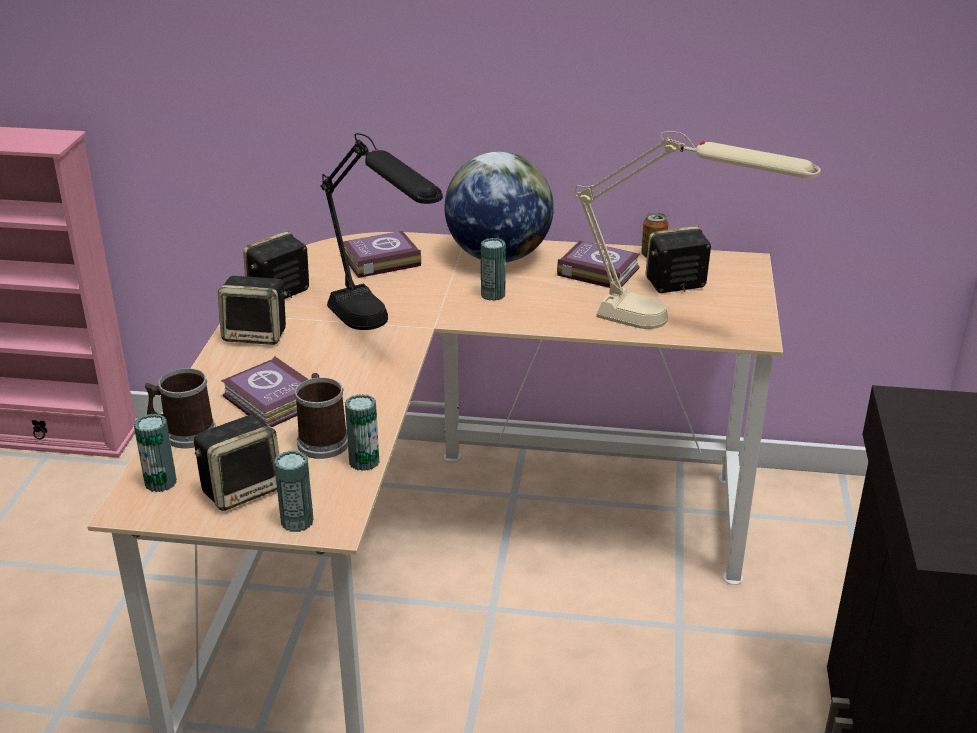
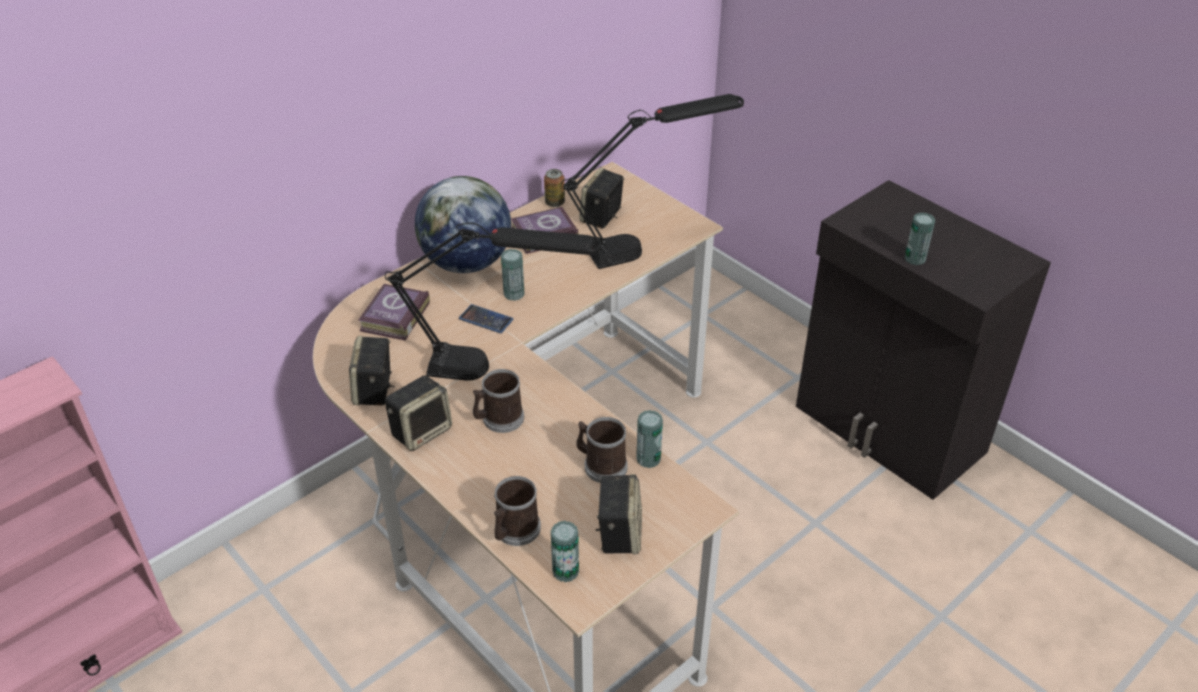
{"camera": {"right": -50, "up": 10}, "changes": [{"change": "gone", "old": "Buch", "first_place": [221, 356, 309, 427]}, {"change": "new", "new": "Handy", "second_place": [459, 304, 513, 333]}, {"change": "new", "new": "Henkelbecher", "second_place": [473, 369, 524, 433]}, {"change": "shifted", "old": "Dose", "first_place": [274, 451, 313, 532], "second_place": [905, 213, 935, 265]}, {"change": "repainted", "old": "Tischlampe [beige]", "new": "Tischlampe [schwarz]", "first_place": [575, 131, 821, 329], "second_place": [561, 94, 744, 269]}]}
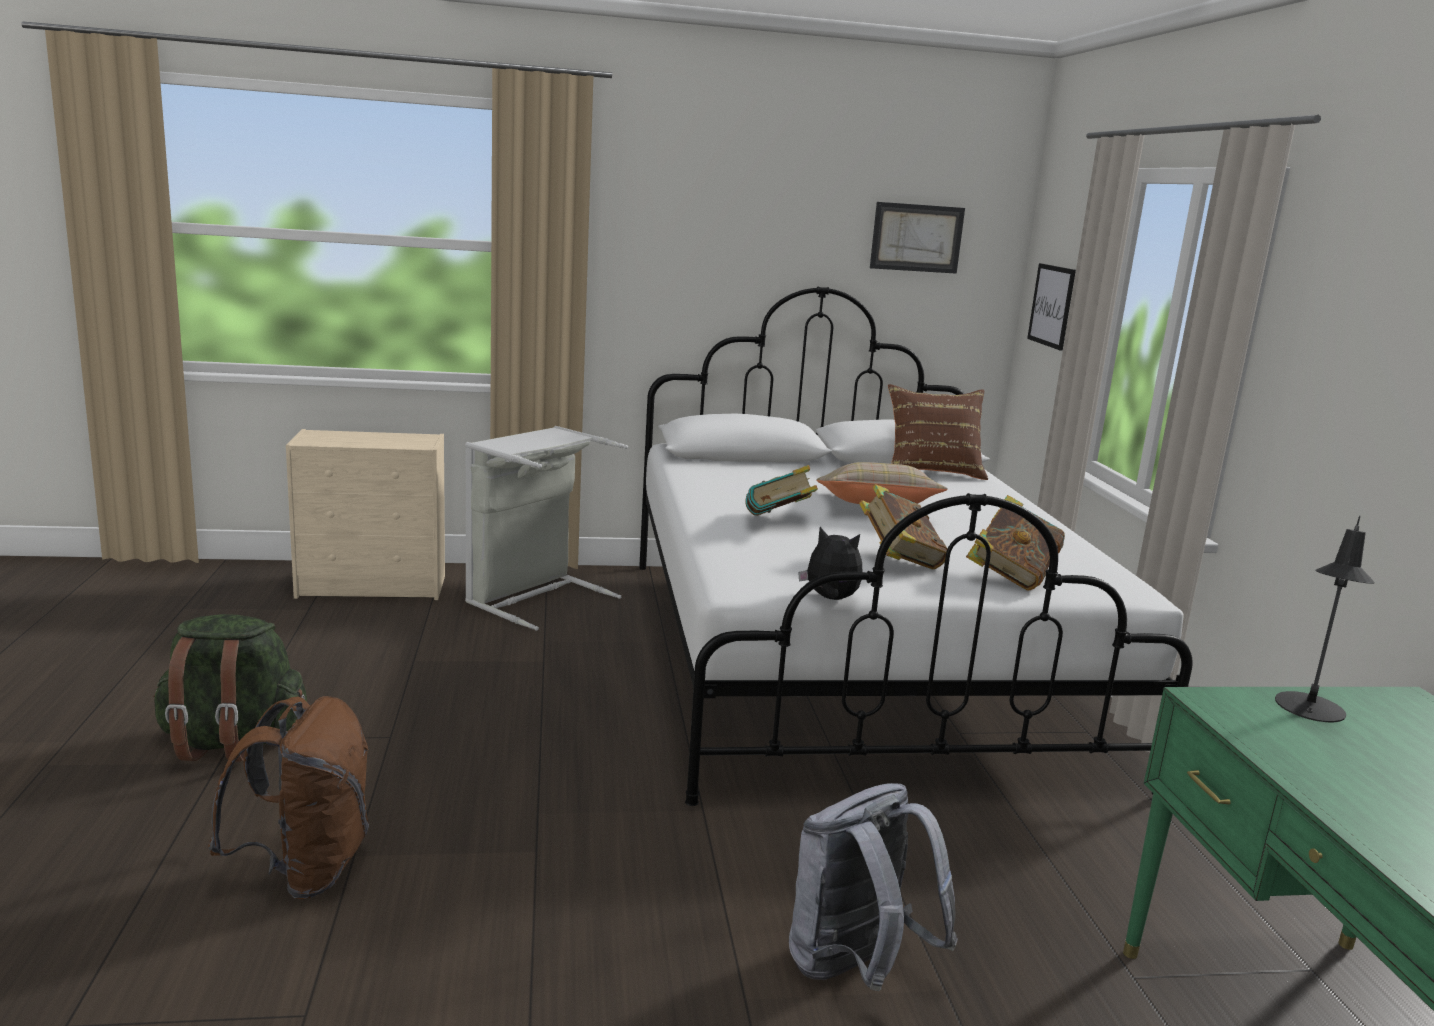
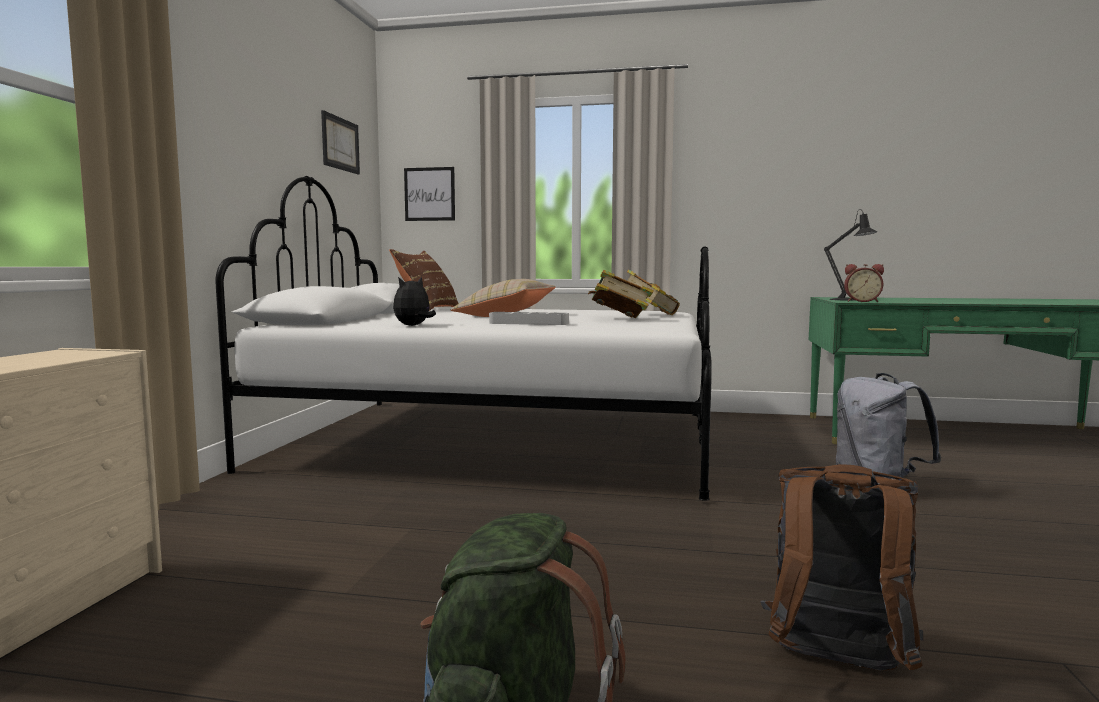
{"camera": {"right": -70, "up": -10}, "changes": [{"change": "gone", "old": "Wäschekorb [grau]", "first_place": [465, 426, 628, 631]}, {"change": "new", "new": "Wecker", "second_place": [844, 264, 884, 302]}, {"change": "shifted", "old": "Plüschtier", "first_place": [798, 527, 863, 600], "second_place": [393, 277, 436, 326]}, {"change": "swapped", "old": "Buch", "new": "Tablett [grau]", "first_place": [745, 465, 818, 515], "second_place": [489, 312, 569, 325]}]}
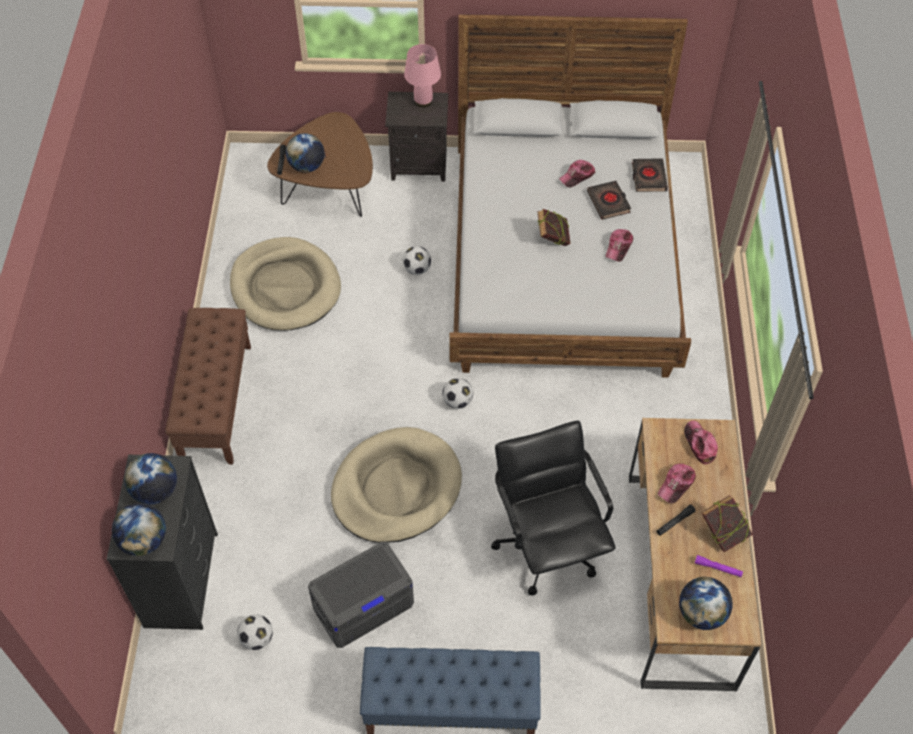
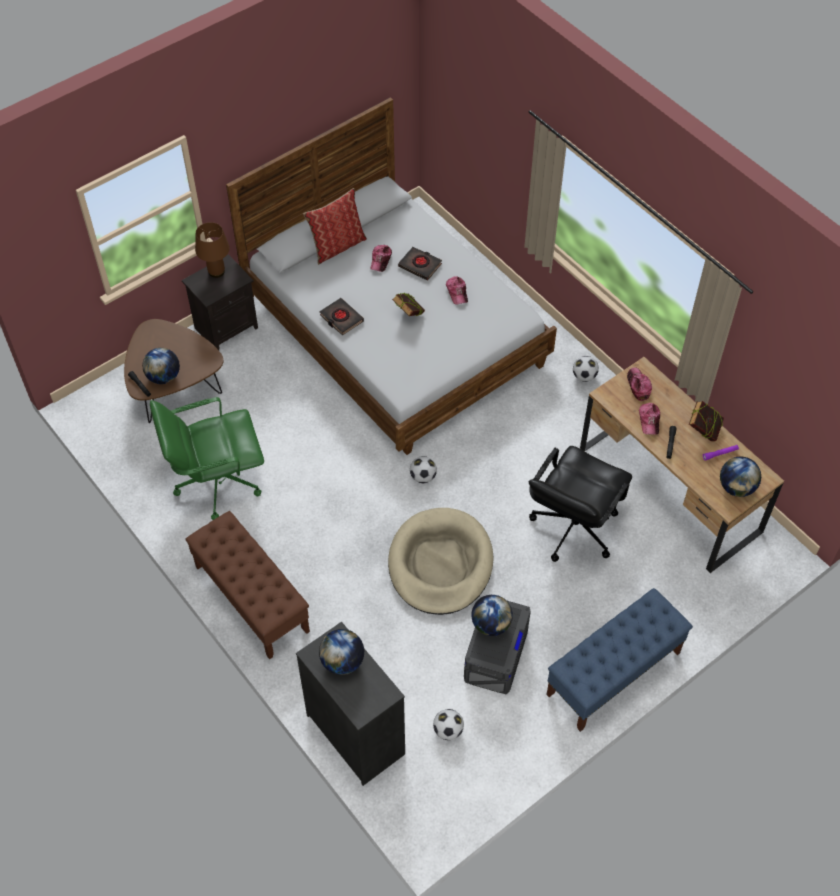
{"camera": {"right": -40, "up": 0}, "changes": [{"change": "new", "new": "Kissen", "second_place": [303, 188, 367, 265]}, {"change": "shifted", "old": "Globus", "first_place": [112, 503, 166, 556], "second_place": [471, 595, 513, 636]}, {"change": "shifted", "old": "Fußball", "first_place": [402, 246, 431, 275], "second_place": [573, 356, 599, 382]}, {"change": "shifted", "old": "Buch [schwarz]", "first_place": [632, 158, 668, 192], "second_place": [320, 298, 364, 336]}, {"change": "swapped", "old": "Hundebett [beige]", "new": "Bürostuhl [grün]", "first_place": [230, 237, 341, 331], "second_place": [150, 397, 264, 520]}, {"change": "repainted", "old": "Tischlampe [rosa]", "new": "Tischlampe [braun]", "first_place": [404, 44, 441, 107], "second_place": [195, 222, 230, 278]}, {"change": "rotated", "old": "Bürostuhl [schwarz]", "first_place": [491, 421, 615, 595], "second_place": [529, 446, 632, 562], "degrees": -90}, {"change": "rotated", "old": "Kappe", "first_place": [684, 420, 718, 464], "second_place": [627, 368, 652, 401], "degrees": 45}]}
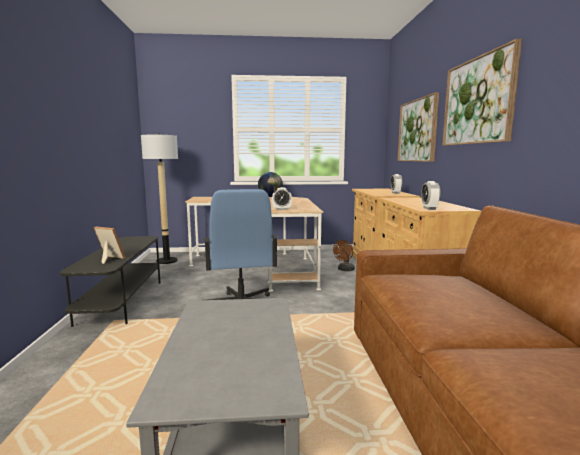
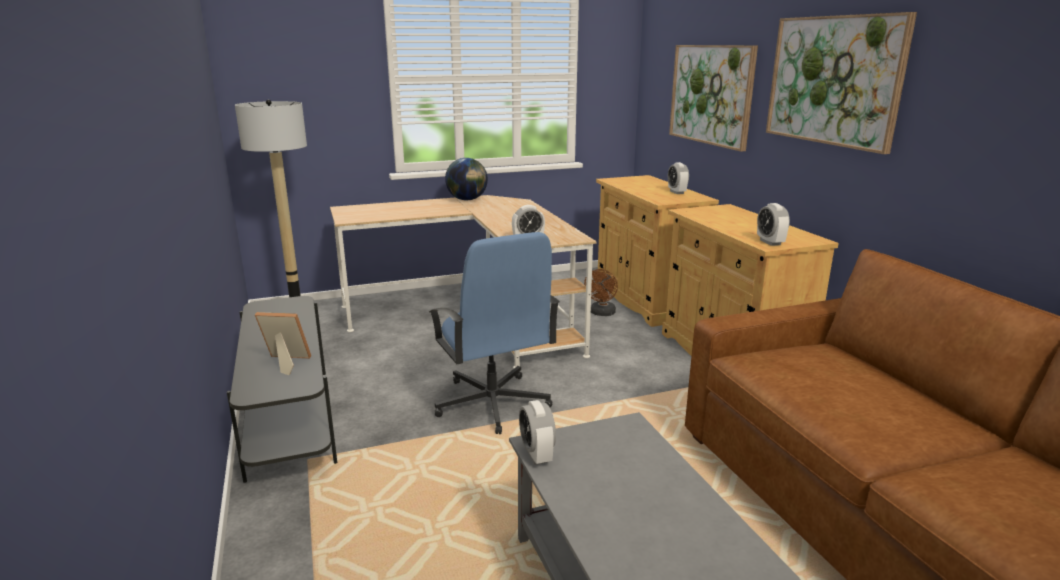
{"camera": {"right": -15, "up": 10}, "changes": [{"change": "new", "new": "Wecker", "second_place": [519, 400, 556, 465]}]}
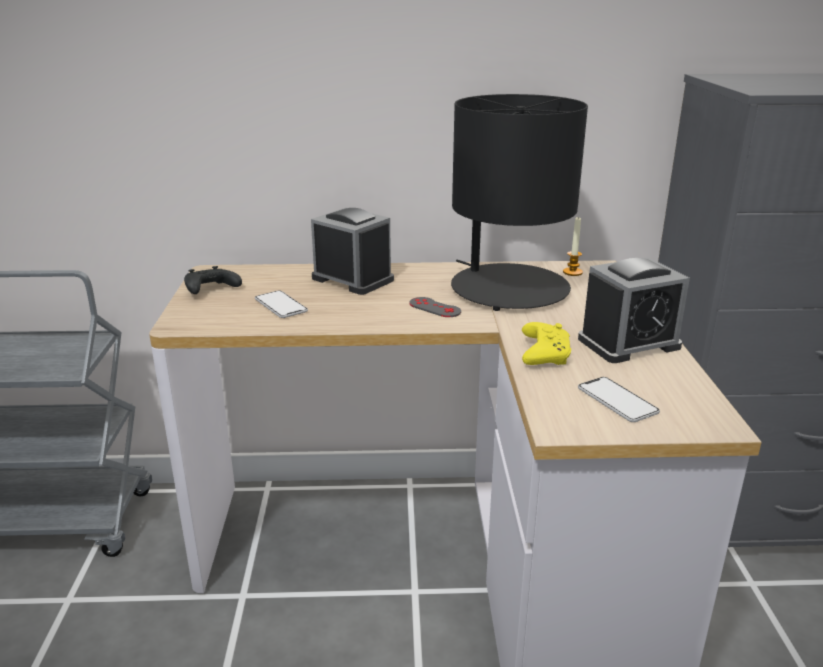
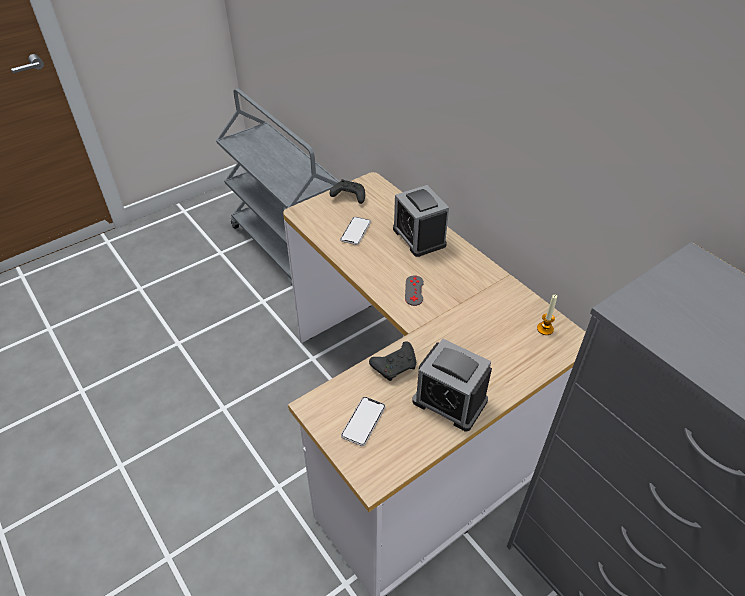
{"camera": {"right": 55, "up": 20}, "changes": [{"change": "gone", "old": "Tischlampe [schwarz]", "first_place": [451, 94, 588, 311]}, {"change": "repainted", "old": "Gamepad [gelb]", "new": "Gamepad [schwarz]", "first_place": [522, 322, 571, 365], "second_place": [369, 341, 416, 381]}, {"change": "rotated", "old": "Wecker", "first_place": [311, 208, 394, 295], "second_place": [393, 185, 449, 257], "degrees": 150}]}
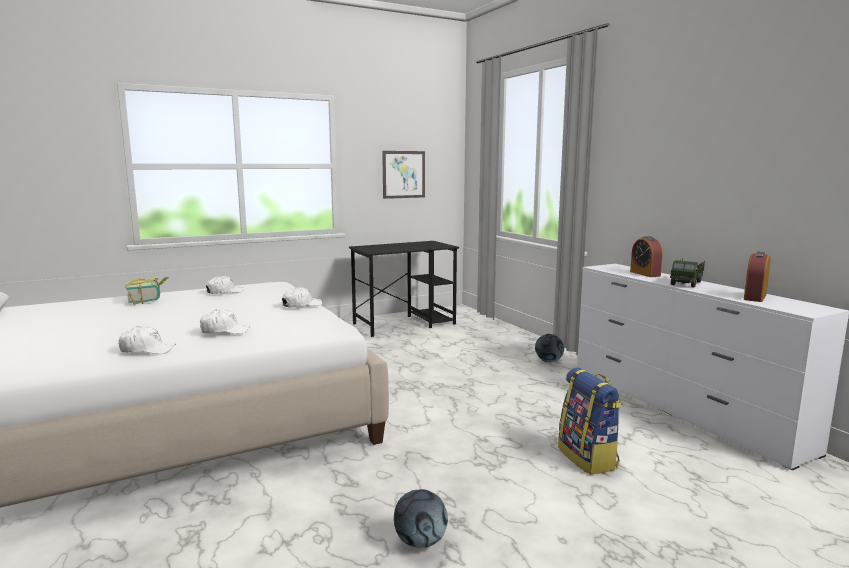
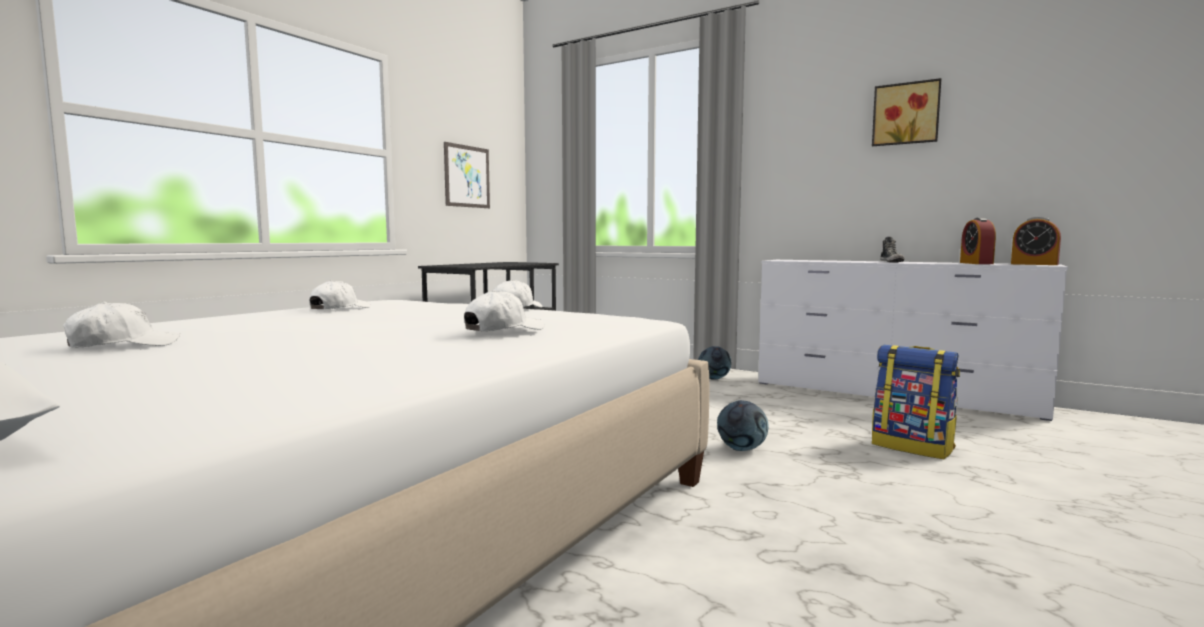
{"camera": {"right": -30, "up": -5}, "changes": [{"change": "gone", "old": "Buch", "first_place": [125, 277, 169, 304]}, {"change": "new", "new": "Bild", "second_place": [872, 78, 942, 146]}, {"change": "shifted", "old": "Kappe [weiß]", "first_place": [118, 325, 176, 354], "second_place": [63, 301, 180, 348]}, {"change": "shifted", "old": "Fußball", "first_place": [394, 489, 448, 548], "second_place": [717, 400, 769, 451]}, {"change": "shifted", "old": "Wecker", "first_place": [630, 236, 663, 277], "second_place": [1011, 217, 1061, 265]}, {"change": "swapped", "old": "Spielzeuglaster", "new": "Schuh", "first_place": [670, 259, 705, 287], "second_place": [880, 237, 904, 262]}]}
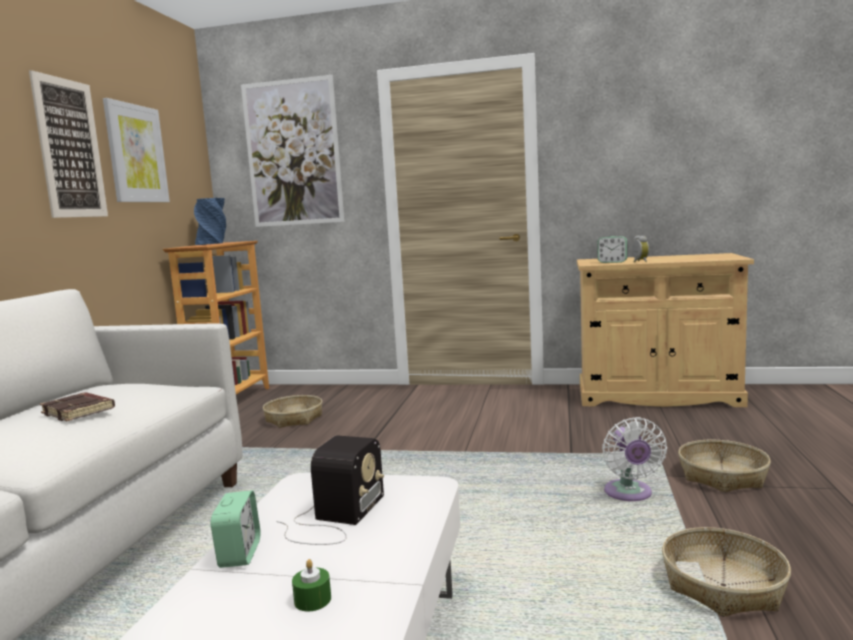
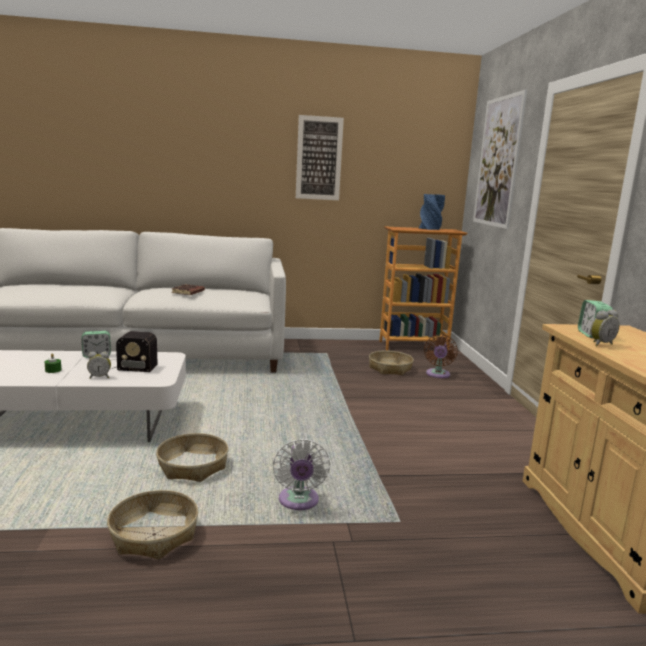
{"camera": {"right": 70, "up": 5}, "changes": [{"change": "gone", "old": "Bild", "first_place": [103, 98, 170, 202]}, {"change": "new", "new": "Wecker", "second_place": [87, 351, 111, 379]}, {"change": "new", "new": "Ventilator [braun]", "second_place": [424, 334, 458, 378]}, {"change": "shifted", "old": "Korb", "first_place": [678, 440, 771, 492], "second_place": [156, 433, 228, 482]}, {"change": "rotated", "old": "Ventilator [weiß]", "first_place": [602, 417, 667, 501], "second_place": [273, 439, 330, 510], "degrees": -75}]}
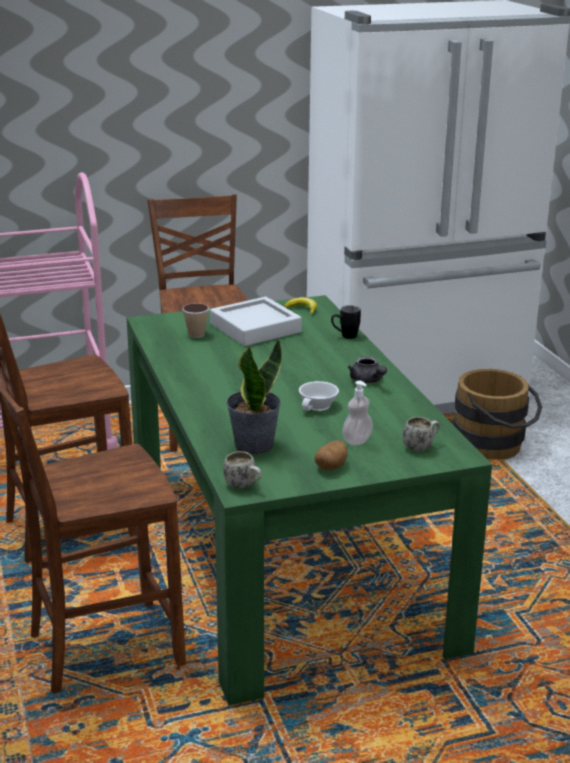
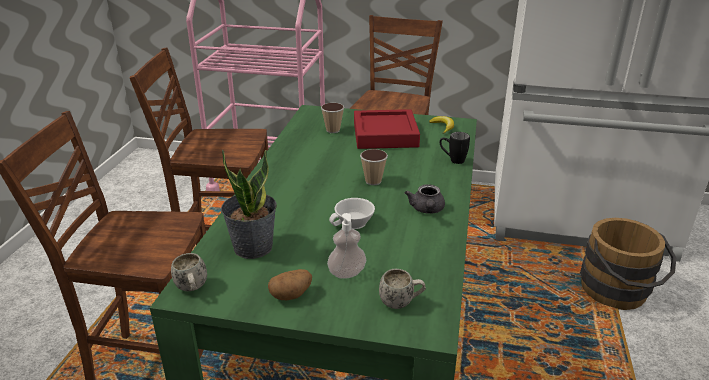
{"camera": {"right": 30, "up": 5}, "changes": [{"change": "new", "new": "Tasse", "second_place": [360, 149, 388, 185]}, {"change": "repainted", "old": "Tablett [grau]", "new": "Tablett [rot]", "first_place": [210, 297, 302, 346], "second_place": [354, 109, 420, 149]}]}
